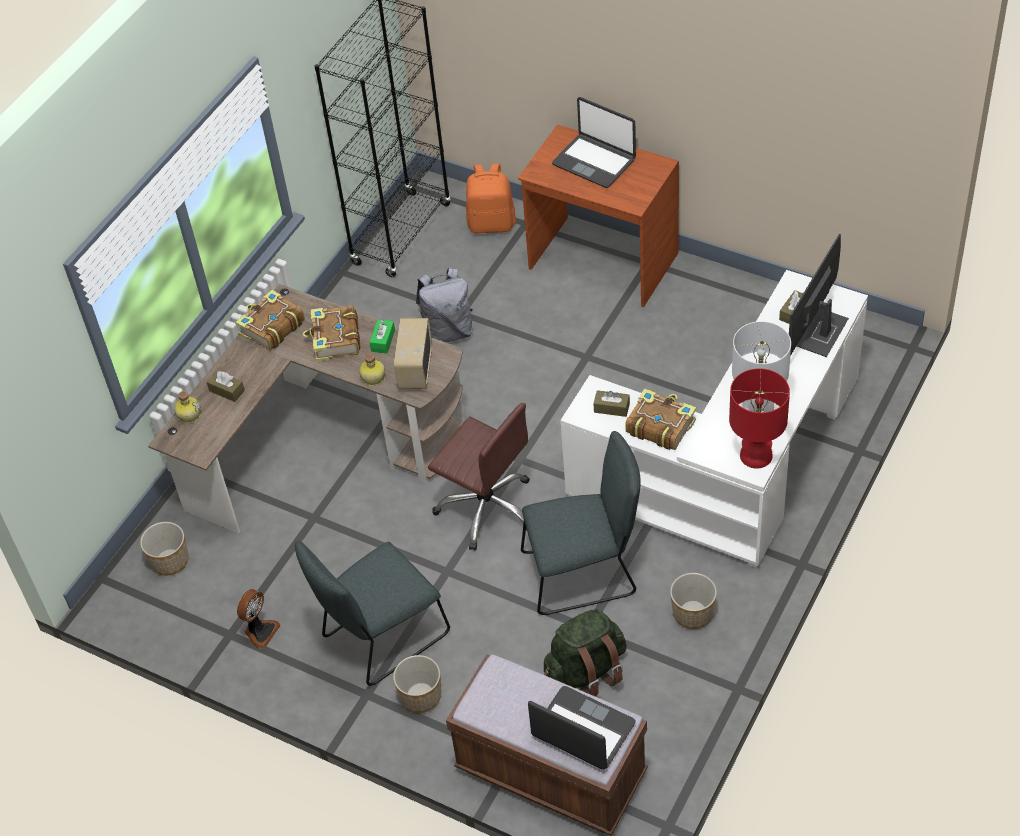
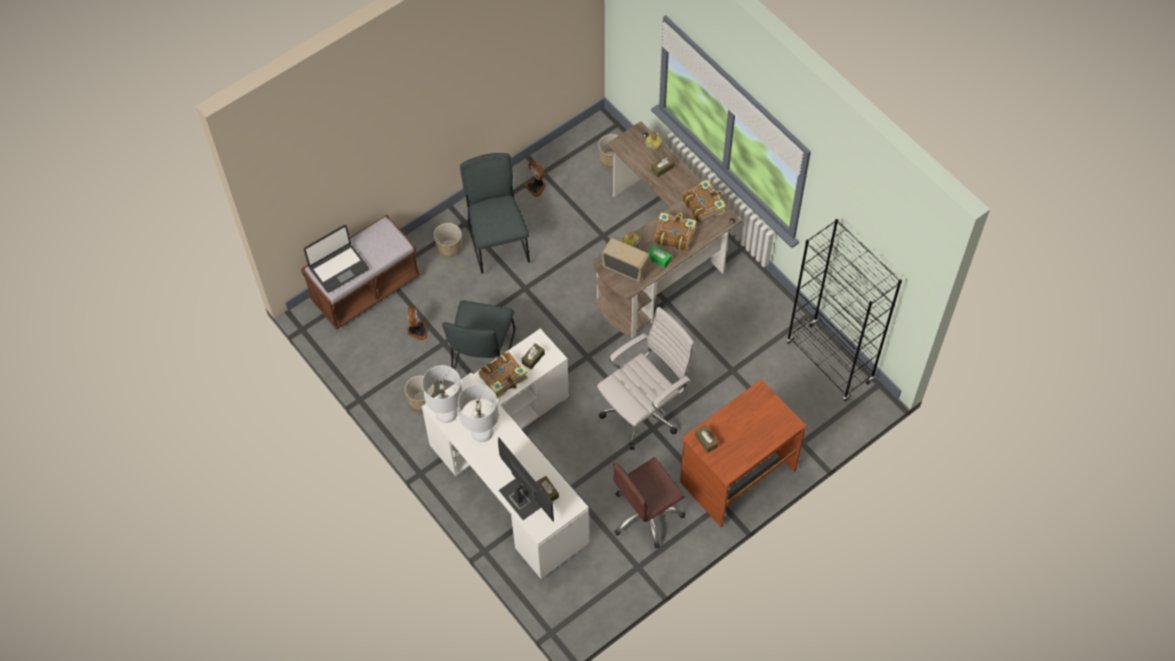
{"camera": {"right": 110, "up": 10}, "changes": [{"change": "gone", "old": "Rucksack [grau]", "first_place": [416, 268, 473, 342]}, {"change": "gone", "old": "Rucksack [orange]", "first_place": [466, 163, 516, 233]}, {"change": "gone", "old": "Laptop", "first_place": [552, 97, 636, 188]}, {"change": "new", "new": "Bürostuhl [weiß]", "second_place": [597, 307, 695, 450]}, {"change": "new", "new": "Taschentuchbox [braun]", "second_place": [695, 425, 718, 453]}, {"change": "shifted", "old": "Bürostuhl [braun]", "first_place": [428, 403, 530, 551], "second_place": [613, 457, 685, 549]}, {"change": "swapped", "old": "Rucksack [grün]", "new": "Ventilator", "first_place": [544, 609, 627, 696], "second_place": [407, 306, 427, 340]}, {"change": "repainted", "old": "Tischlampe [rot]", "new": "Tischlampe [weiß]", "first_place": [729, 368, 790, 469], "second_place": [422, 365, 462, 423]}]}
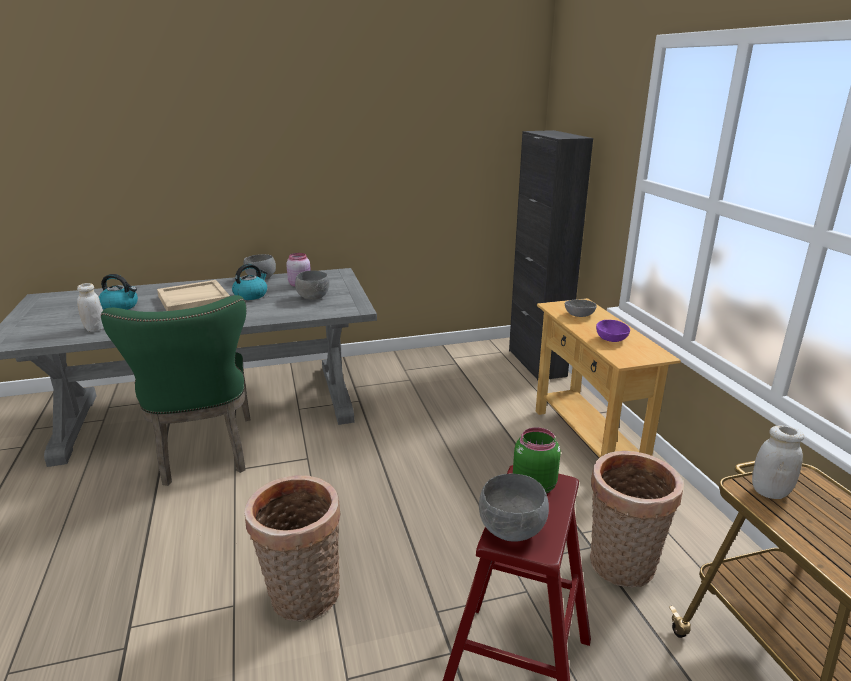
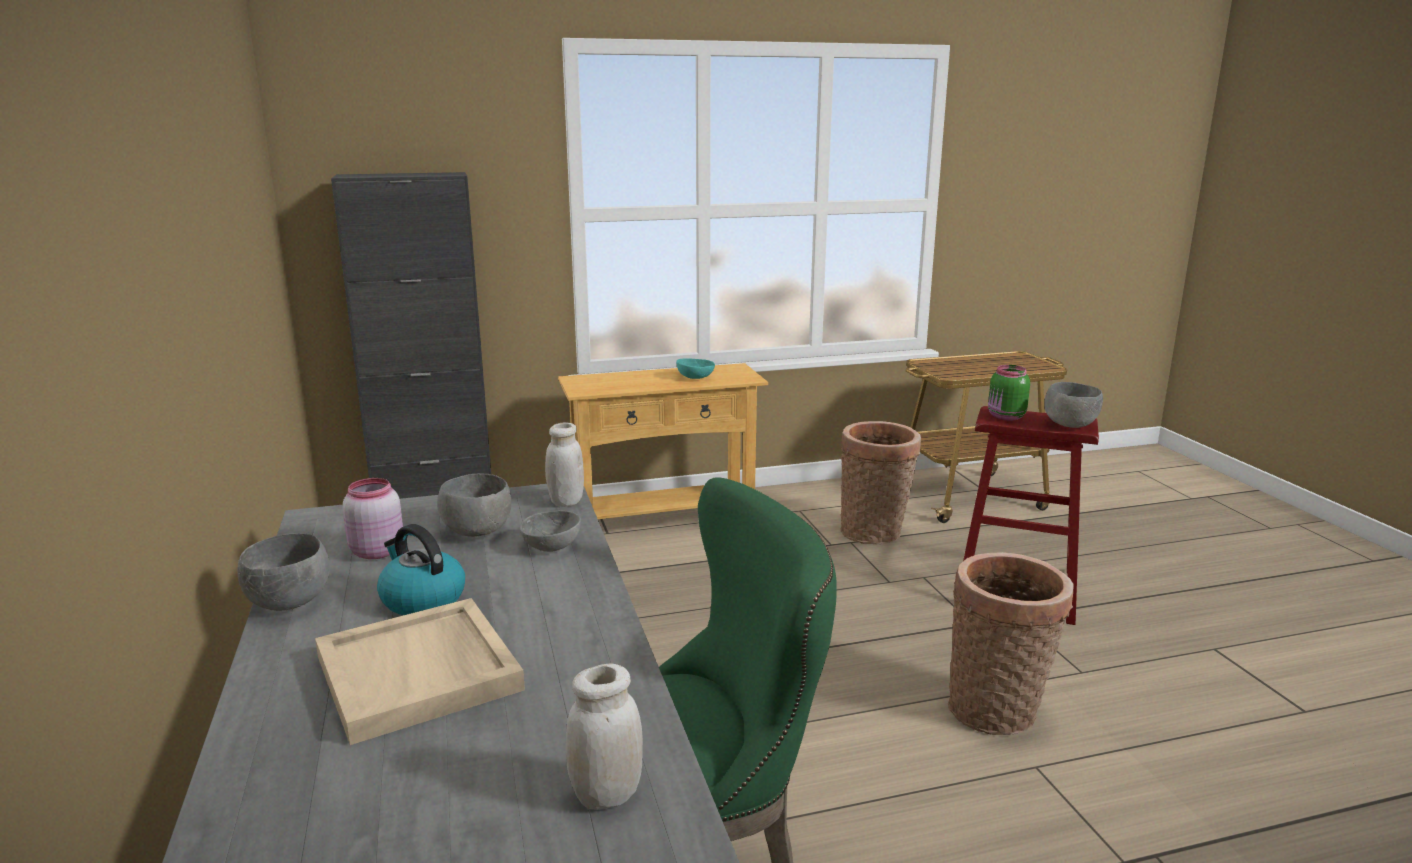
{"camera": {"right": -90, "up": -5}, "changes": [{"change": "gone", "old": "Wasserkessel", "first_place": [99, 274, 138, 310]}, {"change": "shifted", "old": "Schüssel [grau]", "first_place": [565, 299, 597, 317], "second_place": [520, 510, 581, 552]}, {"change": "shifted", "old": "Vorratsglas [weiß]", "first_place": [752, 425, 804, 499], "second_place": [545, 422, 584, 507]}, {"change": "repainted", "old": "Schüssel [lila]", "new": "Schüssel [türkis]", "first_place": [596, 320, 630, 342], "second_place": [676, 358, 715, 379]}]}
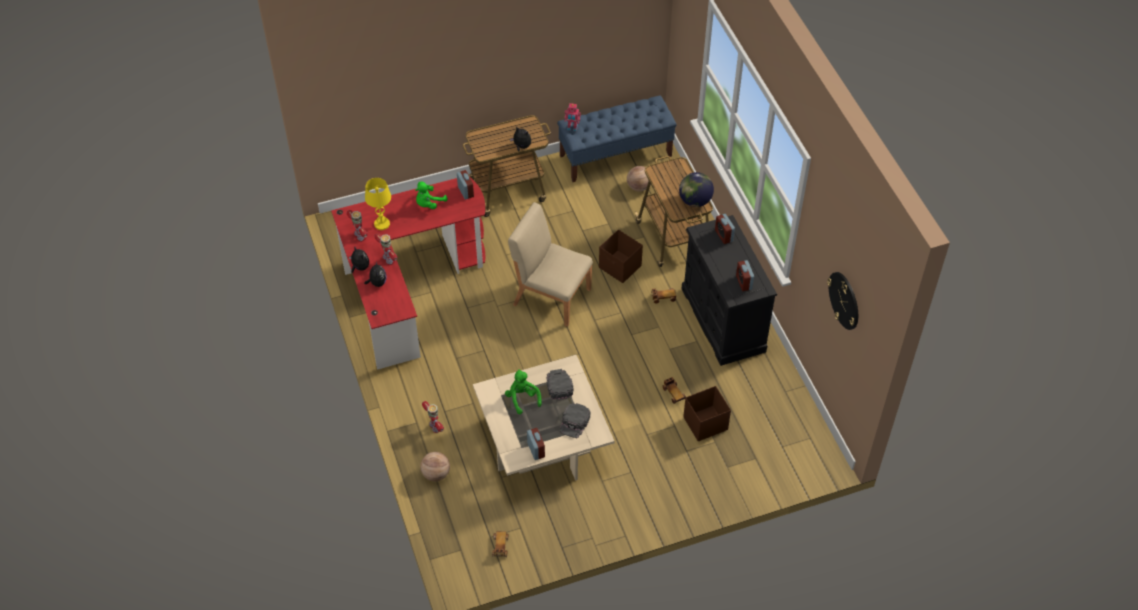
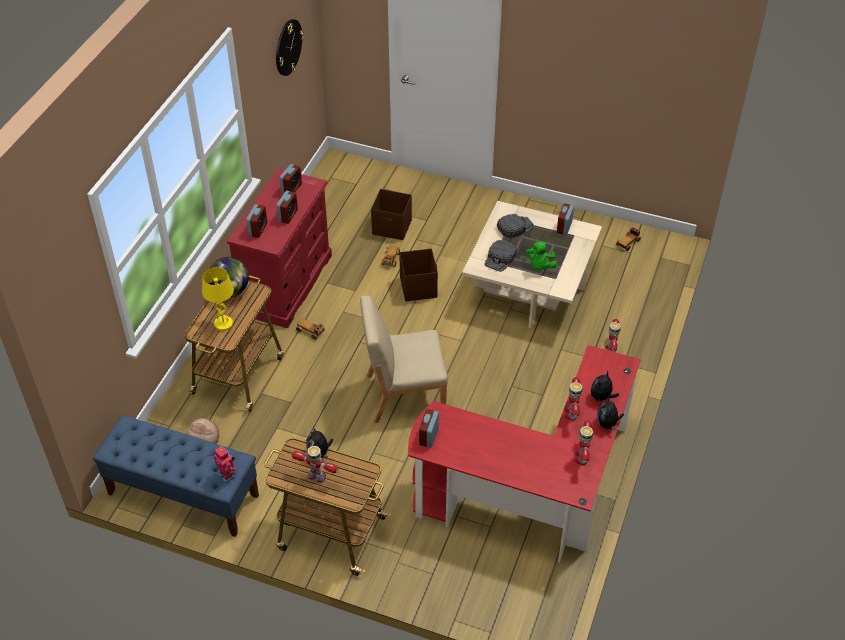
{"camera": {"right": -140, "up": -5}, "changes": [{"change": "gone", "old": "Plüschtier [grün]", "first_place": [415, 181, 448, 209]}, {"change": "gone", "old": "Basketball", "first_place": [420, 452, 450, 481]}, {"change": "new", "new": "Wecker", "second_place": [277, 191, 298, 224]}, {"change": "new", "new": "Spielzeugroboter", "second_place": [292, 446, 338, 483]}, {"change": "shifted", "old": "Tischlampe [gelb]", "first_place": [365, 178, 391, 230], "second_place": [202, 267, 234, 331]}, {"change": "shifted", "old": "Aufbewahrungsbox [braun]", "first_place": [599, 230, 643, 283], "second_place": [399, 248, 438, 301]}, {"change": "repainted", "old": "Kommode [schwarz]", "new": "Kommode [rot]", "first_place": [681, 215, 777, 366], "second_place": [227, 168, 332, 328]}, {"change": "rotated", "old": "Stuhl [beige]", "first_place": [508, 202, 593, 327], "second_place": [360, 296, 448, 423], "degrees": 105}]}
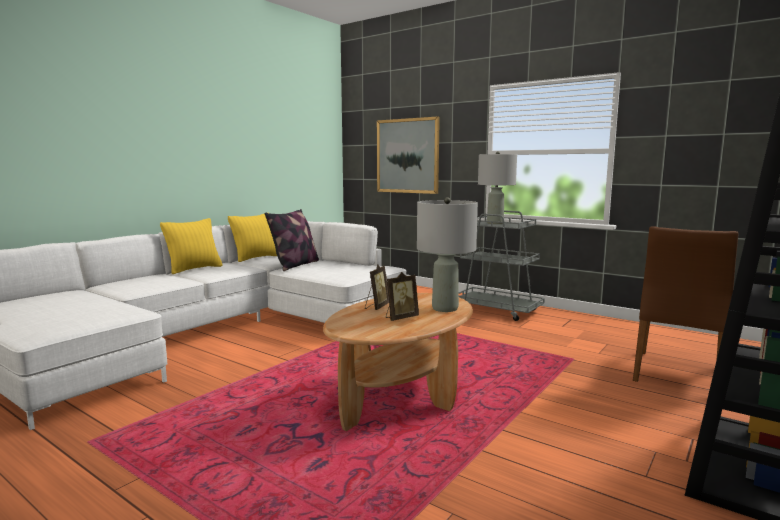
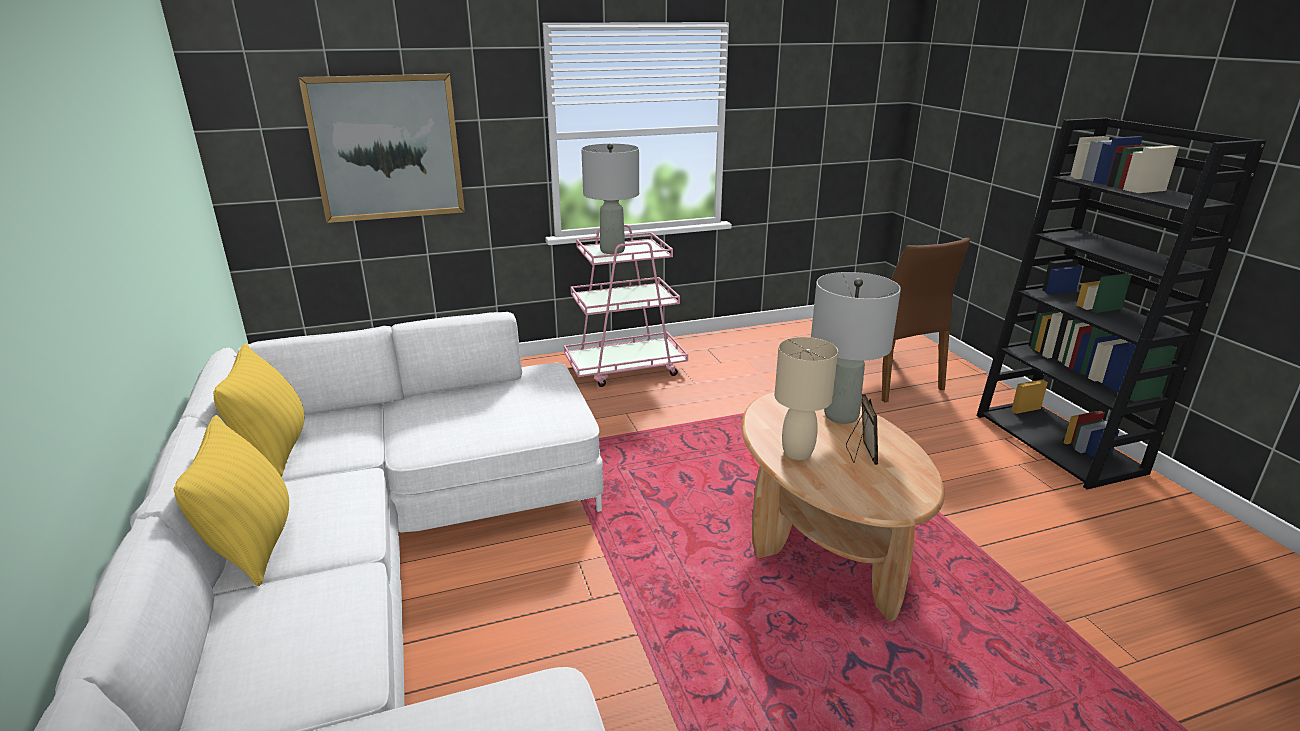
{"camera": {"right": -55, "up": 15}, "changes": [{"change": "gone", "old": "Kissen", "first_place": [265, 209, 319, 271]}, {"change": "swapped", "old": "Bilderrahmen", "new": "Tischlampe [beige]", "first_place": [365, 264, 389, 310], "second_place": [775, 337, 838, 460]}, {"change": "repainted", "old": "Rollwagen [grau]", "new": "Rollwagen [rosa]", "first_place": [459, 210, 545, 321], "second_place": [564, 225, 688, 387]}]}
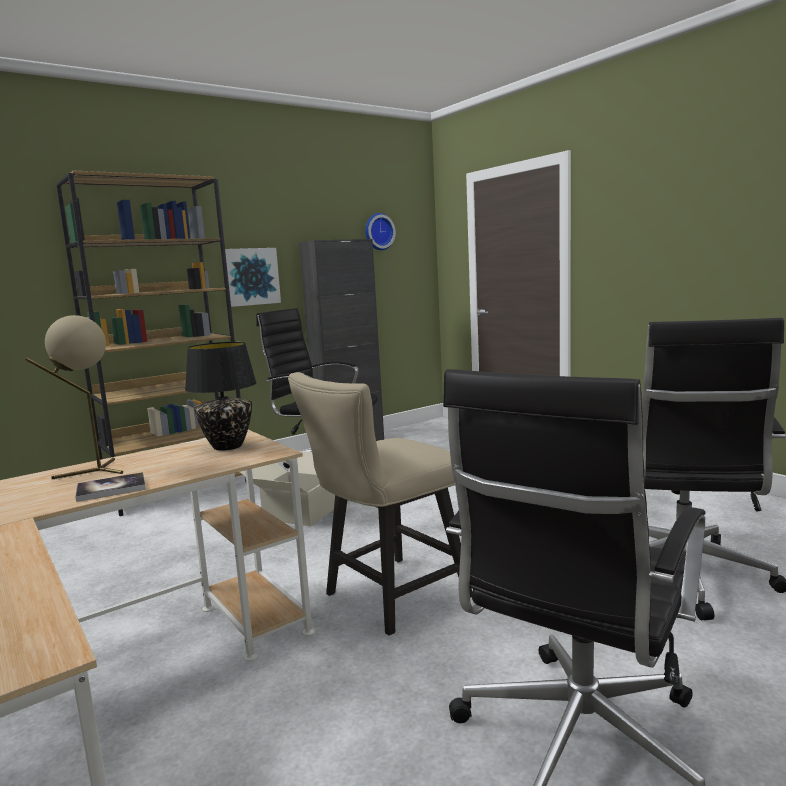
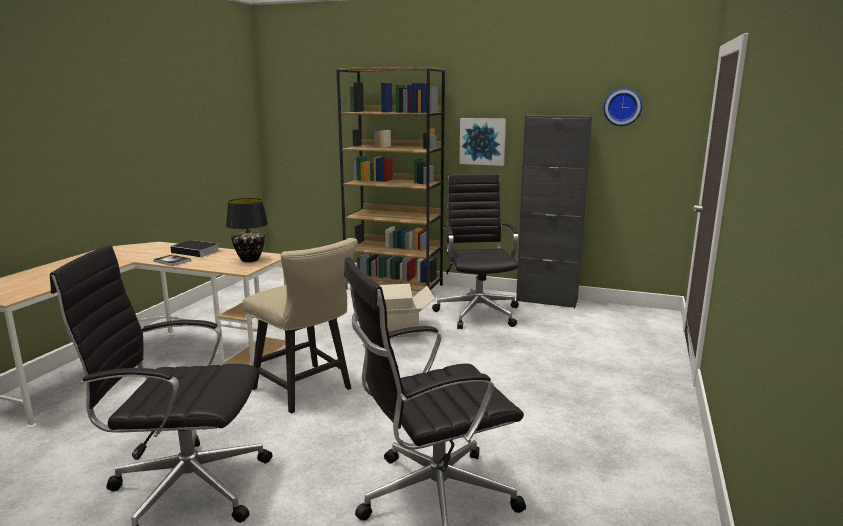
{"camera": {"right": 55, "up": 5}, "changes": [{"change": "swapped", "old": "Tischlampe [beige]", "new": "Buch", "first_place": [25, 315, 123, 479], "second_place": [170, 240, 219, 257]}, {"change": "rotated", "old": "Stuhl [beige]", "first_place": [288, 372, 472, 635], "second_place": [242, 238, 358, 414], "degrees": -150}]}
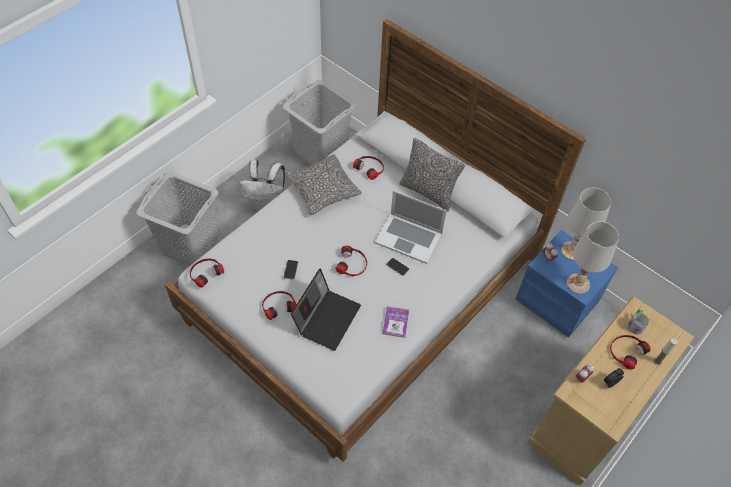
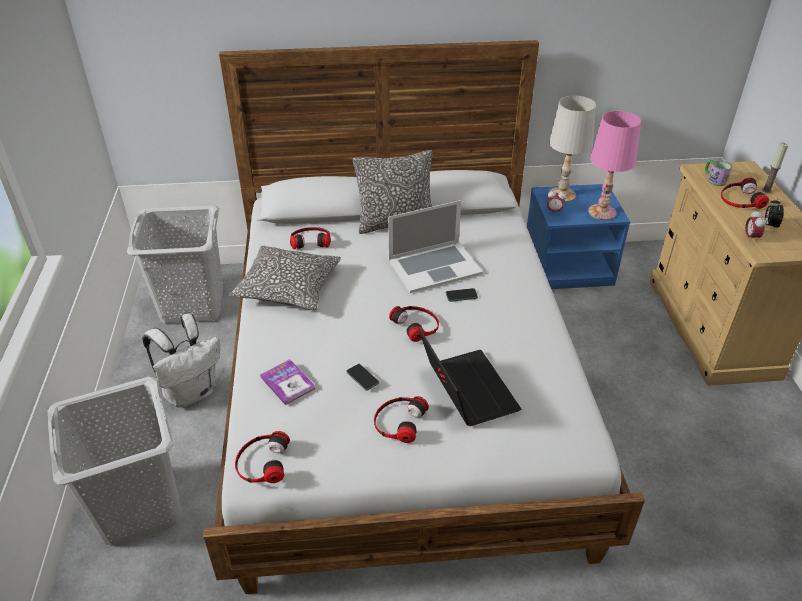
{"camera": {"right": -45, "up": -15}, "changes": [{"change": "shifted", "old": "Buch", "first_place": [383, 306, 409, 338], "second_place": [260, 359, 315, 405]}, {"change": "repainted", "old": "Tischlampe [weiß]", "new": "Tischlampe [rosa]", "first_place": [567, 221, 619, 294], "second_place": [588, 111, 641, 220]}]}
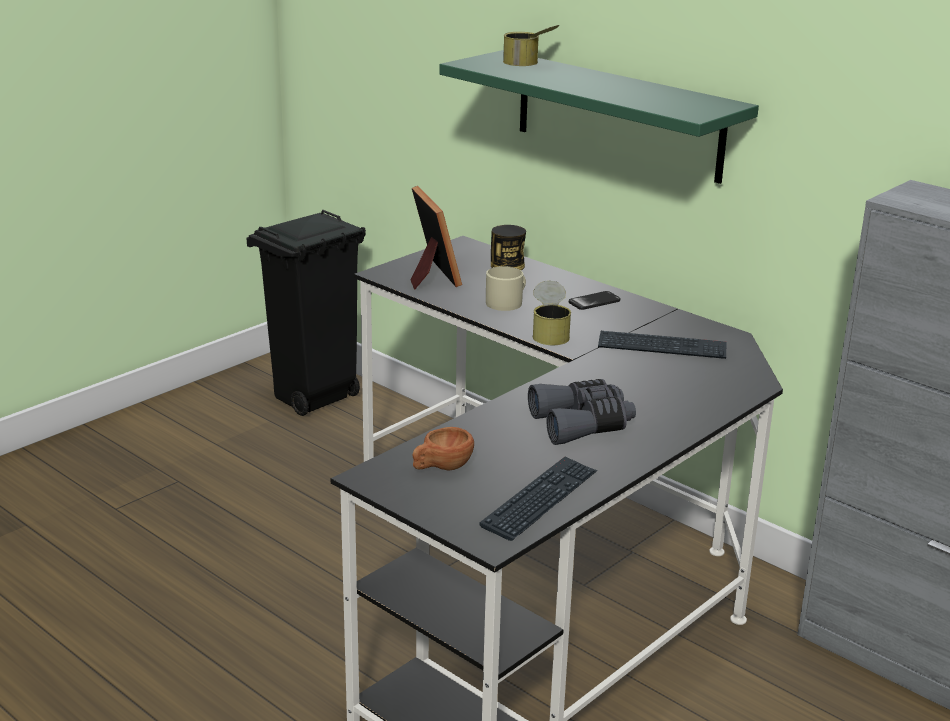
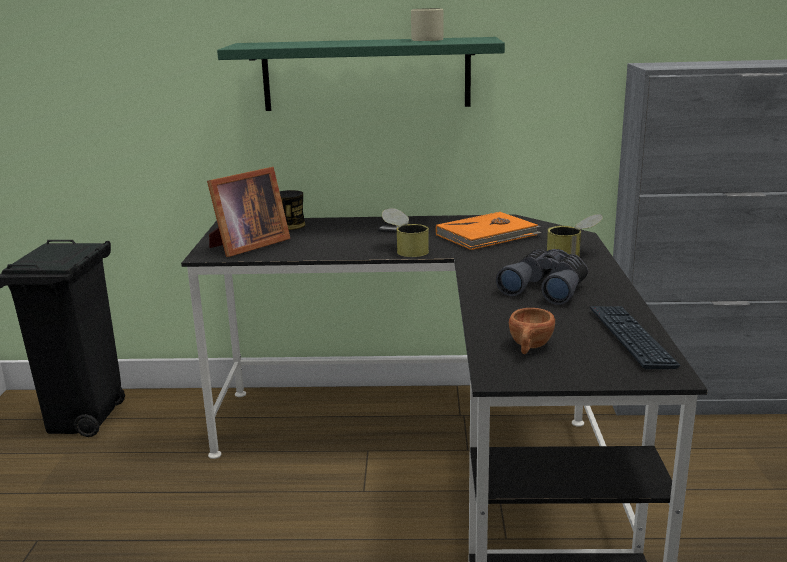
{"camera": {"right": -40, "up": -5}, "changes": [{"change": "shifted", "old": "Henkelbecher [beige]", "first_place": [486, 266, 526, 311], "second_place": [411, 8, 443, 41]}, {"change": "shifted", "old": "Dose", "first_place": [503, 25, 559, 66], "second_place": [547, 214, 603, 257]}, {"change": "swapped", "old": "Tastatur", "new": "Buch [orange]", "first_place": [598, 331, 726, 359], "second_place": [436, 212, 542, 250]}, {"change": "rotated", "old": "Bilderrahmen", "first_place": [411, 186, 462, 289], "second_place": [207, 167, 290, 257], "degrees": 105}]}
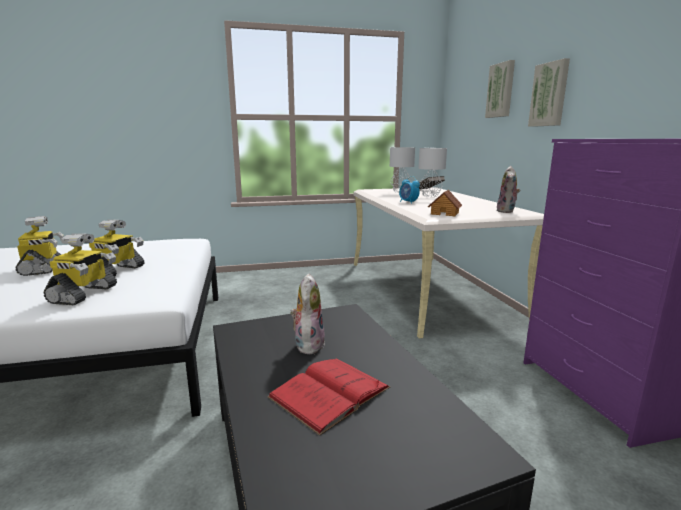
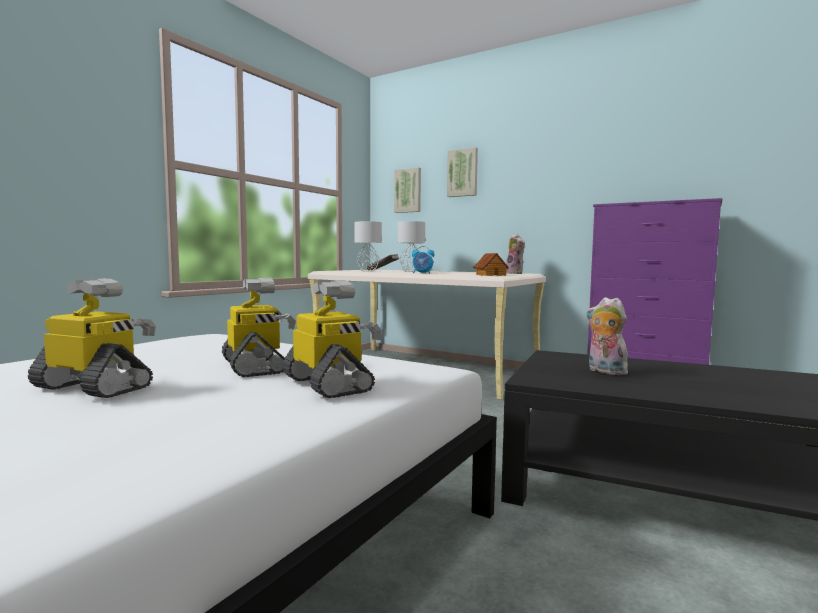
{"camera": {"right": -45, "up": -10}, "changes": [{"change": "gone", "old": "Buch [rot]", "first_place": [267, 358, 390, 436]}, {"change": "shifted", "old": "Bild", "first_place": [528, 58, 570, 127], "second_place": [394, 167, 421, 213]}]}
